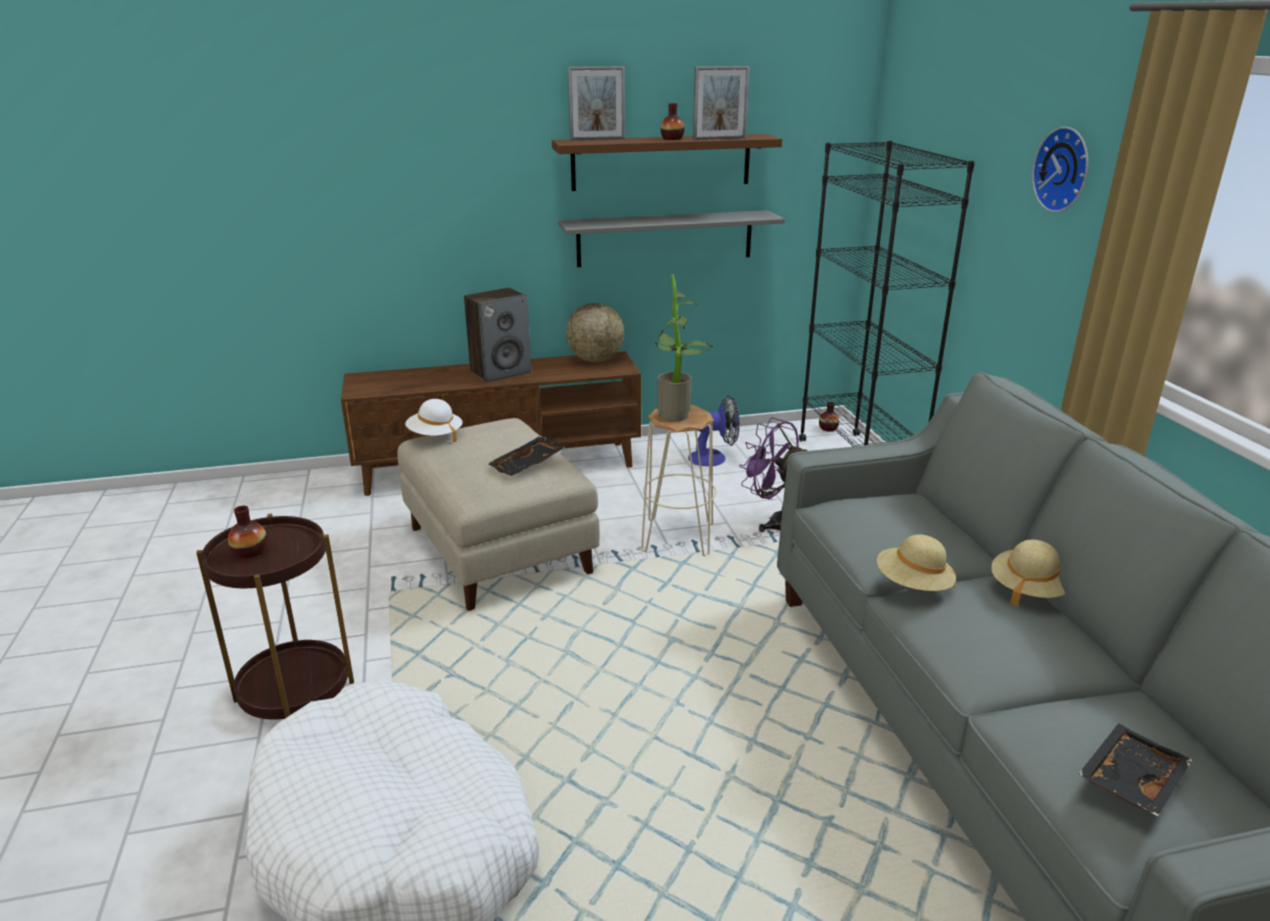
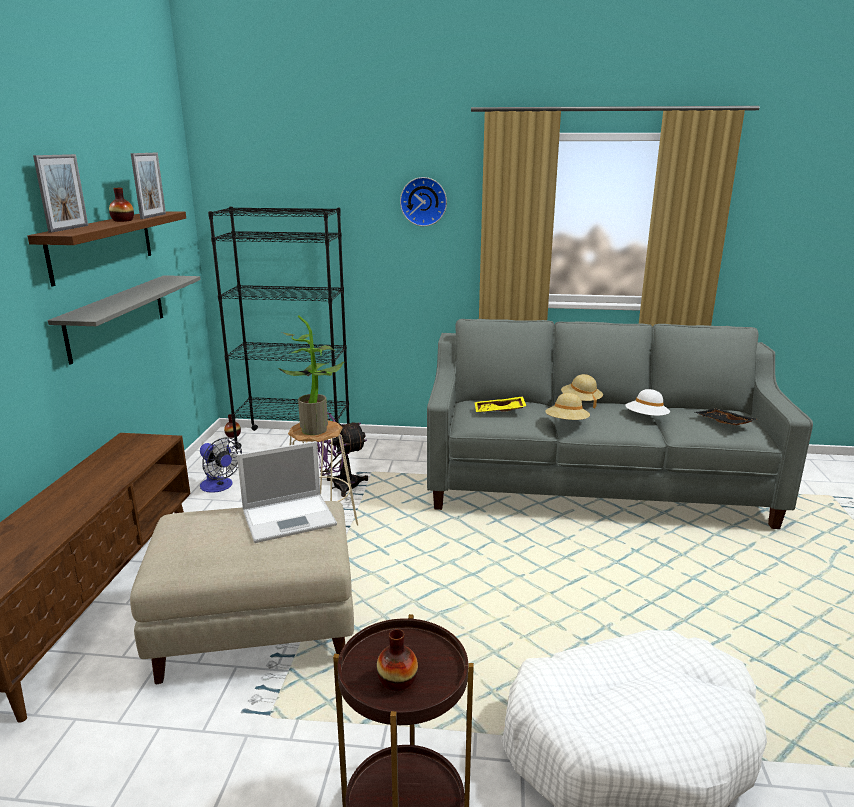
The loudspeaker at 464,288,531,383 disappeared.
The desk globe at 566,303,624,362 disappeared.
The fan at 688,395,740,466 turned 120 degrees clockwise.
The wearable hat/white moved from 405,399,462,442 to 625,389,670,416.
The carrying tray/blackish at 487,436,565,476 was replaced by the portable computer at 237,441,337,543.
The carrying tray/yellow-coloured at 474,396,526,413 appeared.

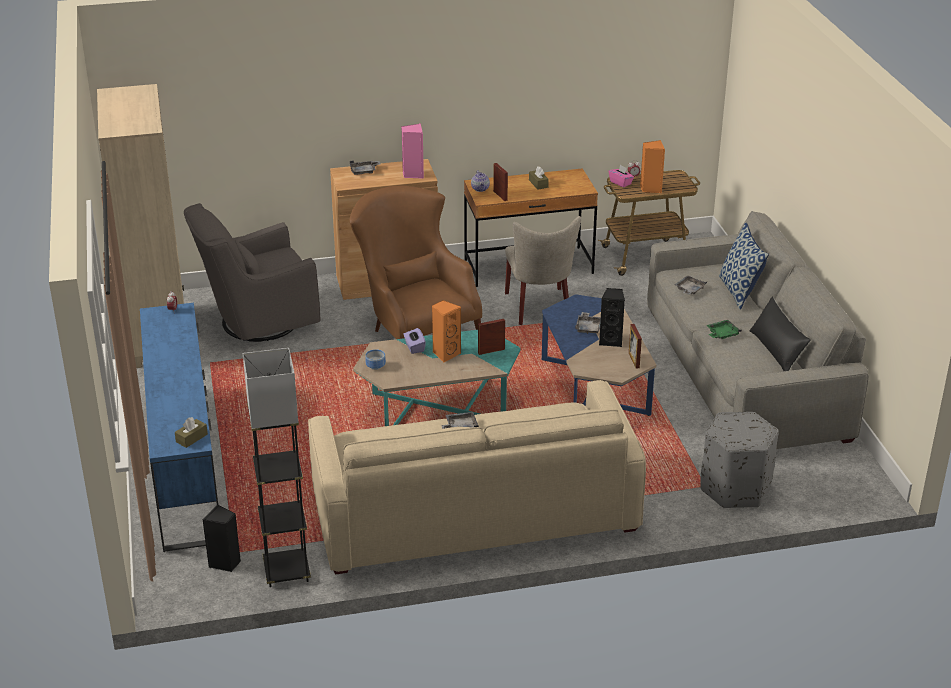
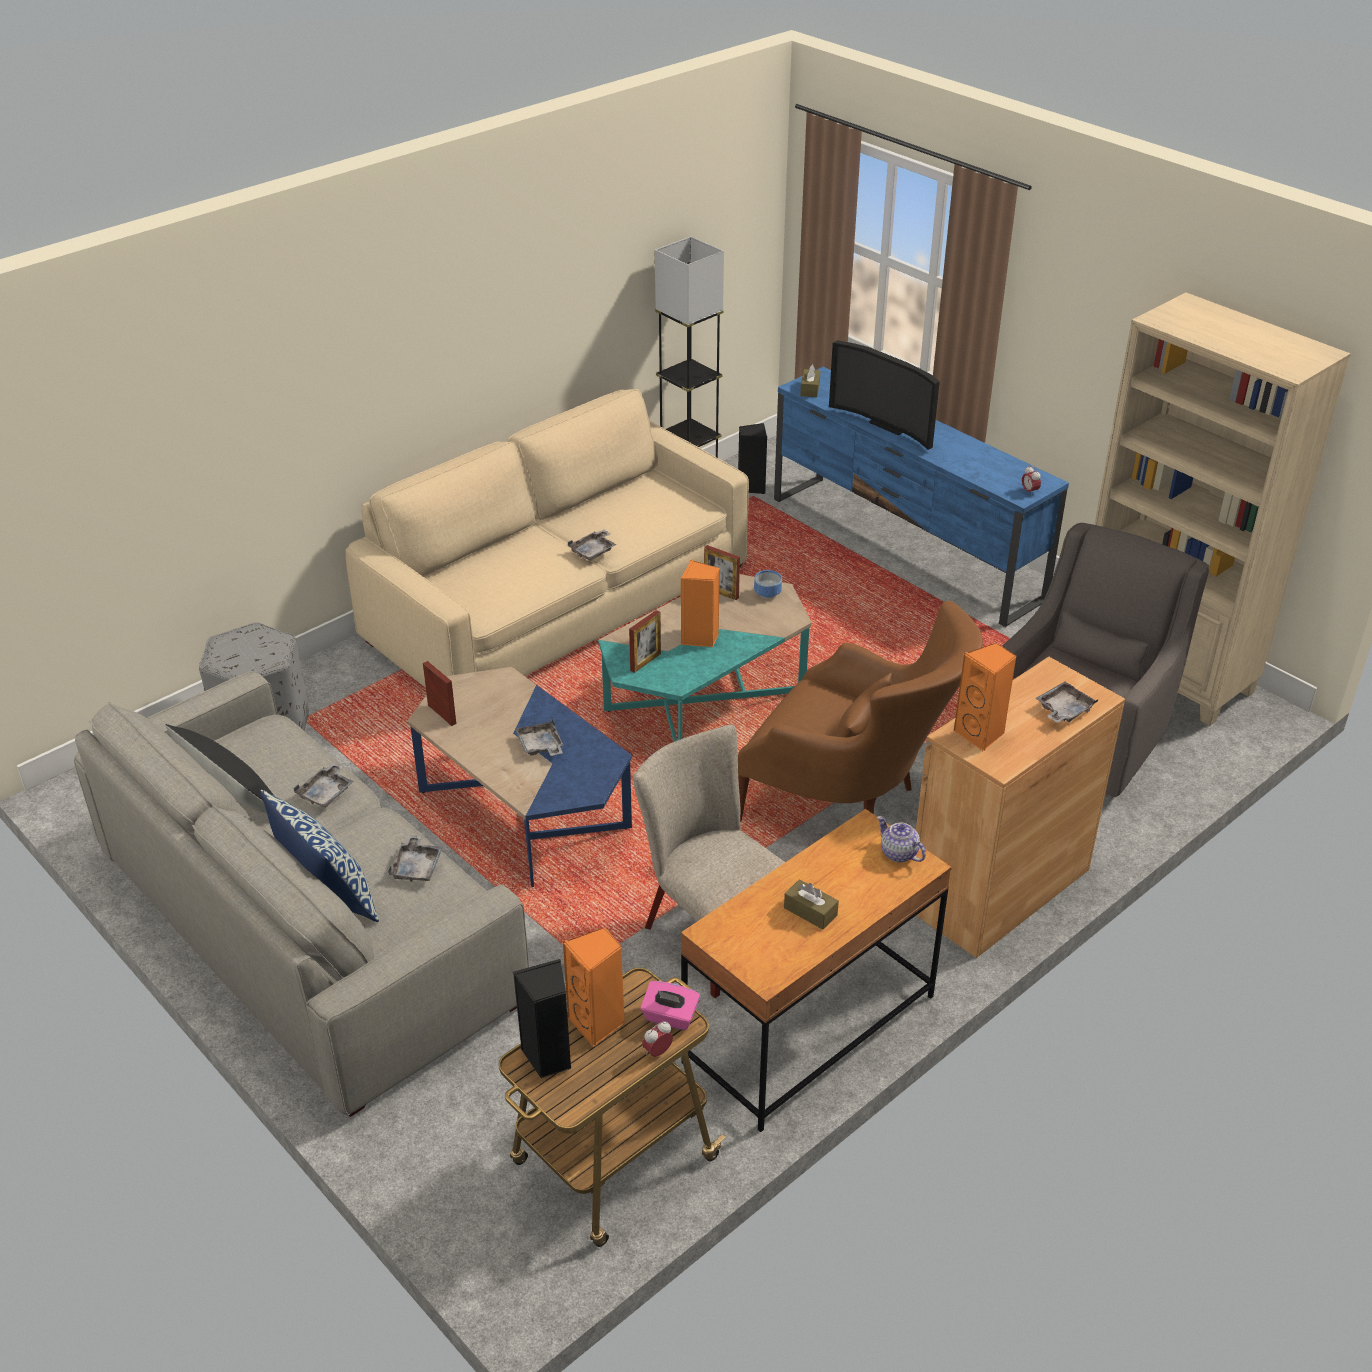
The loudspeaker/pink at 401,124,424,179 became the loudspeaker/orange at 954,643,1017,751.
The photo frame moved from 493,163,508,201 to 704,545,740,600.
The loudspeaker/blackish moved from 599,288,625,347 to 513,959,571,1078.
The carrying tray/green-coloured at 707,320,742,339 became the carrying tray/gray at 293,762,354,808.
The tissue holder/purple at 403,328,426,354 disappeared.
The TV at 829,340,940,450 appeared.

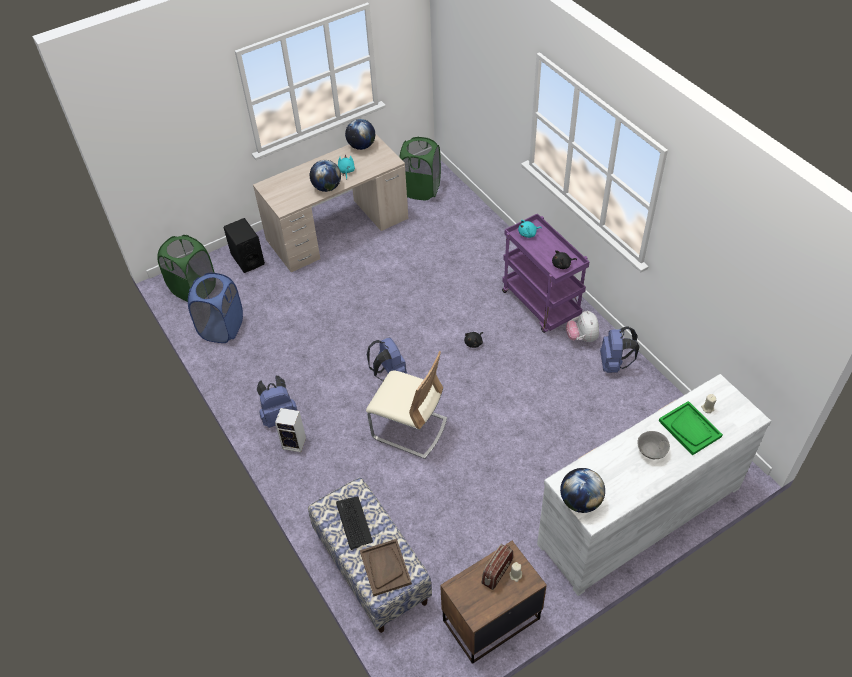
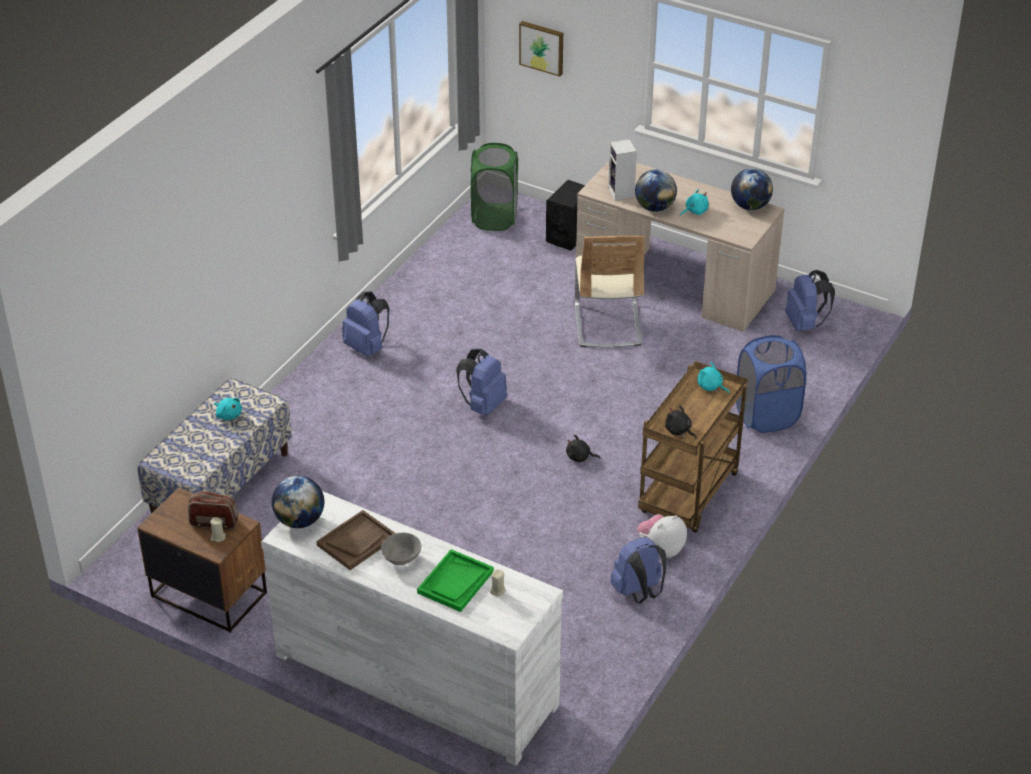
The hamper/green-coloured at 399,137,441,200 was replaced by the knapsack/blue at 785,270,835,331.
The cart/purple at 502,214,589,333 became the cart/brown-coloured at 638,361,748,533.
The hamper/blue moved from 188,273,243,343 to 736,335,806,433.
The chair/sand-coloured moved from 366,351,447,459 to 575,236,645,347.
The loudspeaker moved from 275,408,306,452 to 608,139,637,201.
The PC keyboard at 336,496,373,550 was replaced by the soft toy/turquoise at 214,398,242,420.
The carrying tray/brown-coloured moved from 360,539,412,596 to 316,510,396,570.
The wall picture at 519,21,563,77 appeared.

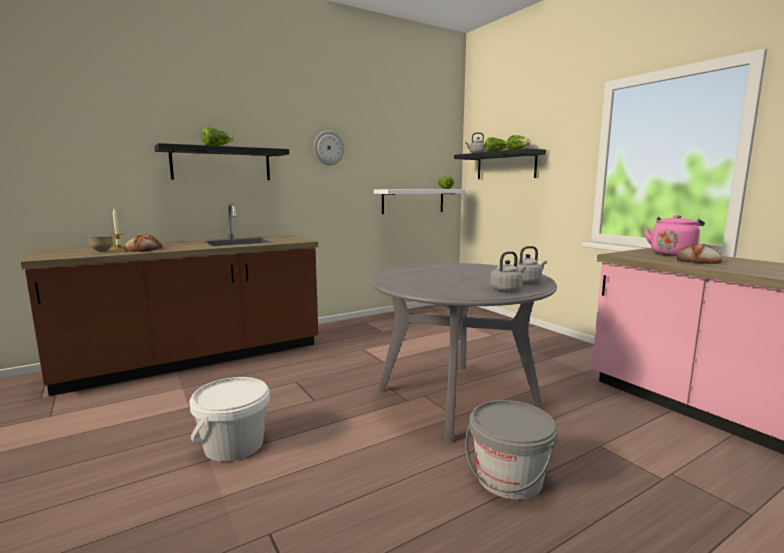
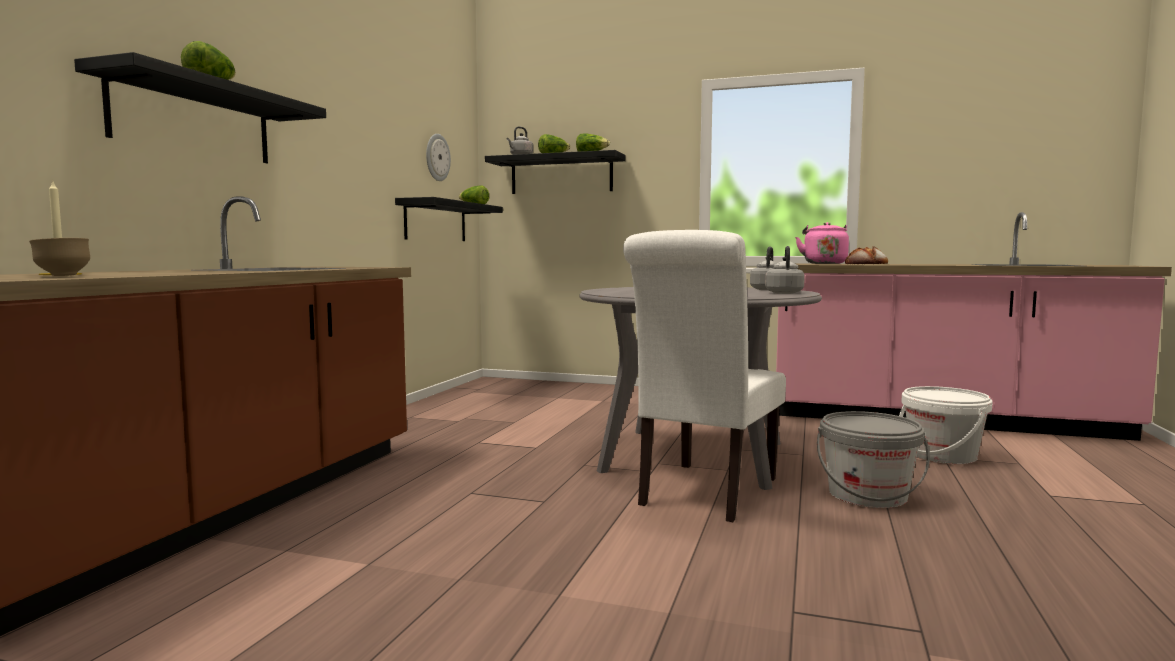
The clock on the wall moved from 314,130,345,165 to 426,134,451,181.
The wall shelf/white at 374,189,465,214 became the wall shelf/blackish at 395,197,503,241.
The bakery bread at 124,234,163,252 disappeared.
The bucket/white moved from 189,377,270,462 to 899,386,993,464.
The chair/white at 623,230,786,522 appeared.

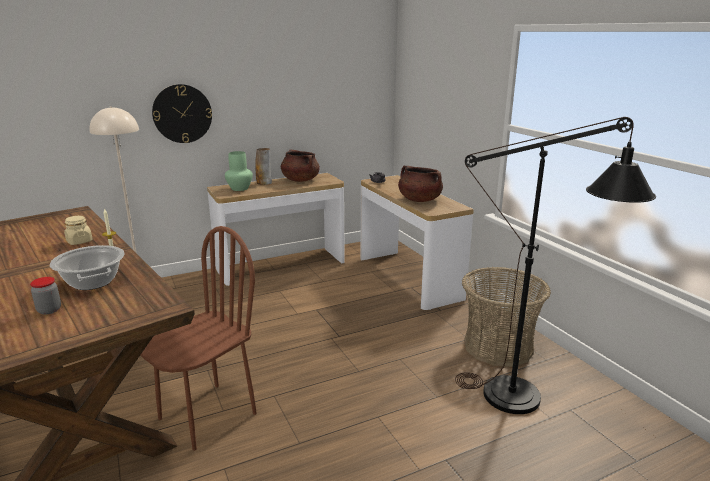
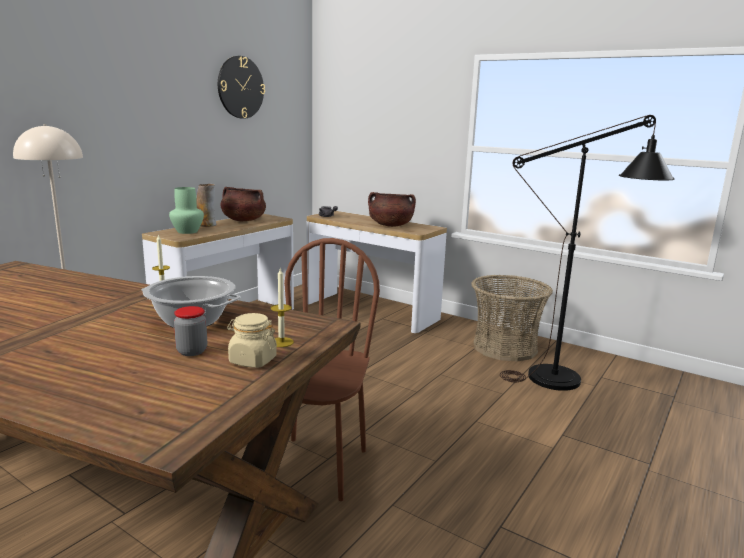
The clock on the wall moved from 152,84,212,143 to 218,56,265,119.
The storage jar/sand-coloured moved from 64,216,93,245 to 227,313,277,368.
The wax candle at 270,267,294,347 appeared.

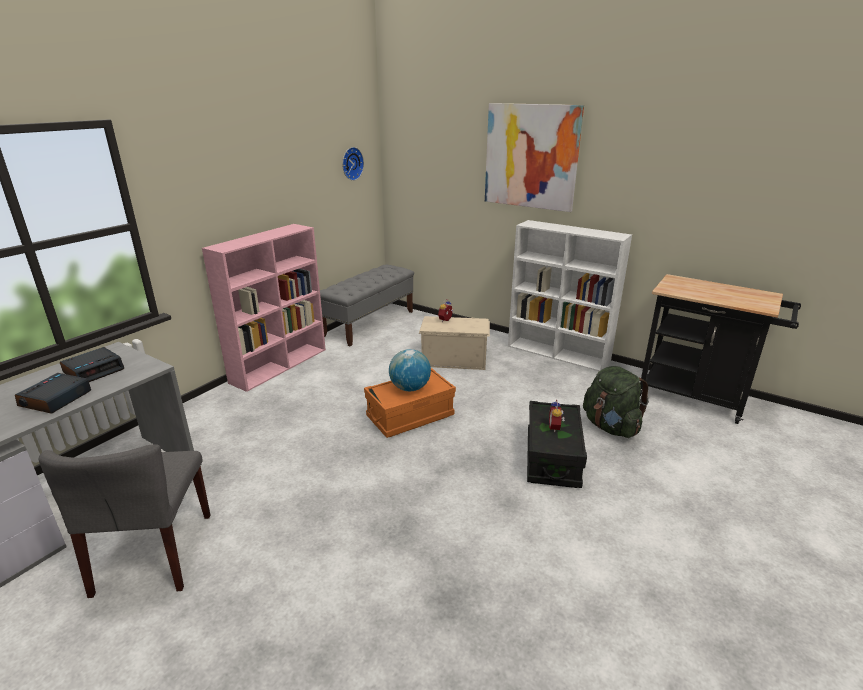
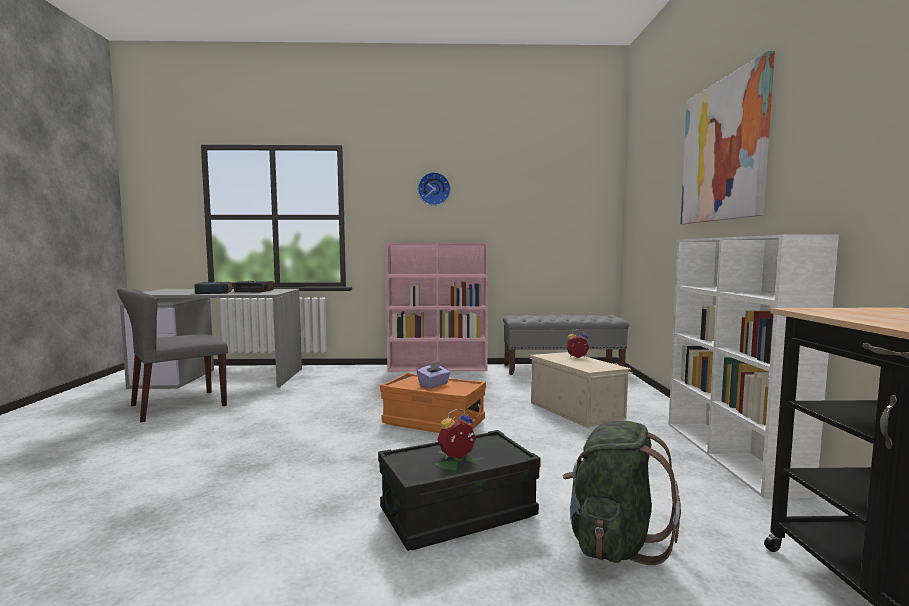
The clock on the wall moved from 342,147,364,181 to 418,172,451,206.
The desk globe at 389,349,431,391 was replaced by the tissue holder/purple at 417,362,451,388.

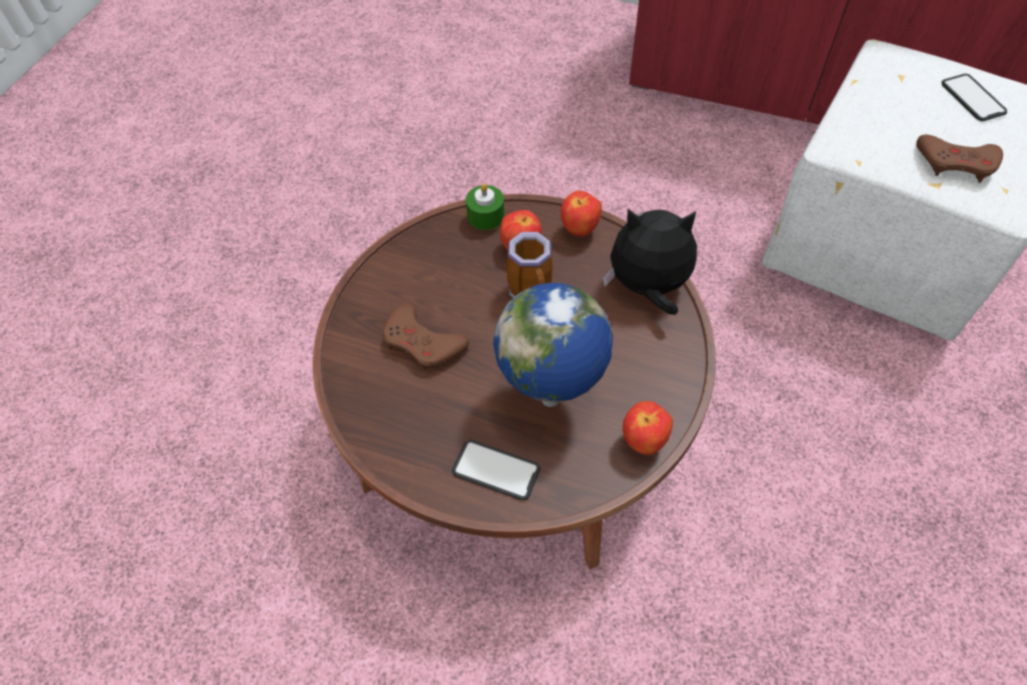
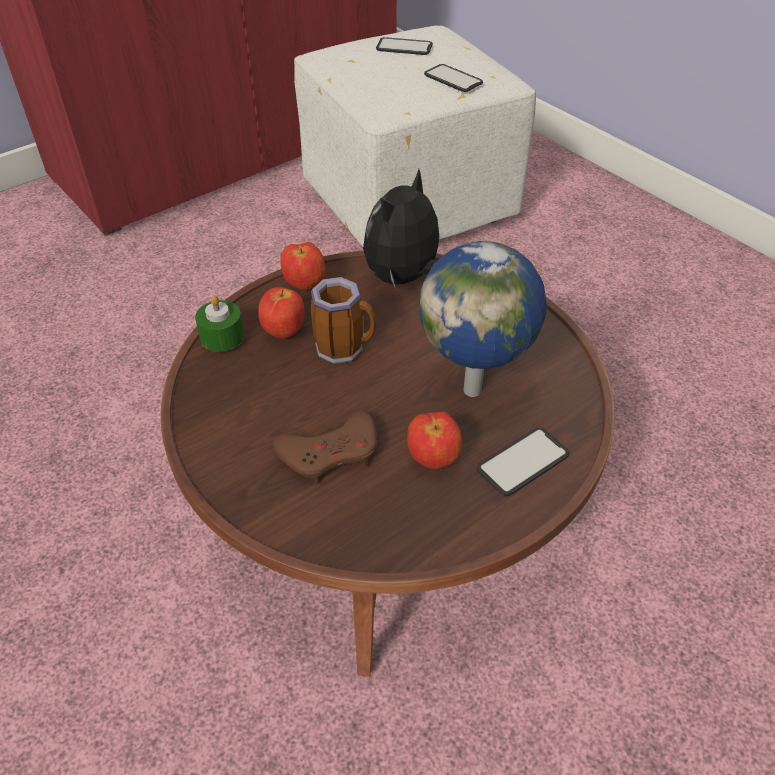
The gamepad/brown-coloured at 916,134,1003,182 was replaced by the telephone at 424,64,483,92.
The whole apple moved from 623,401,673,455 to 407,412,462,469.

